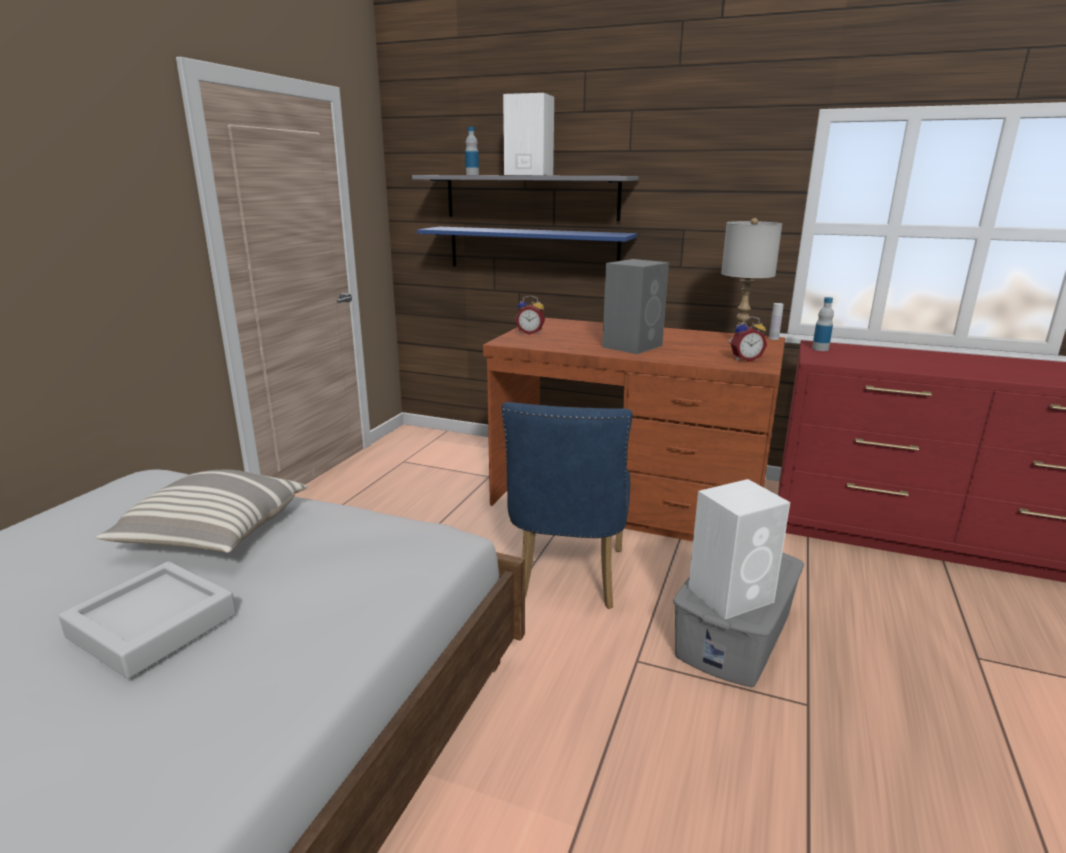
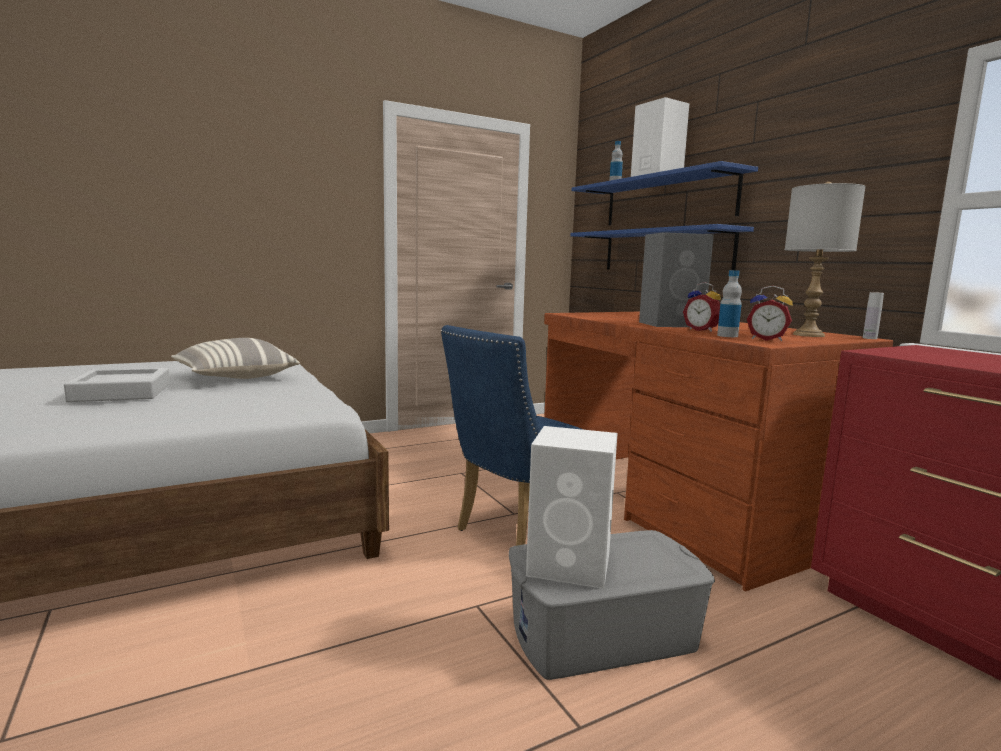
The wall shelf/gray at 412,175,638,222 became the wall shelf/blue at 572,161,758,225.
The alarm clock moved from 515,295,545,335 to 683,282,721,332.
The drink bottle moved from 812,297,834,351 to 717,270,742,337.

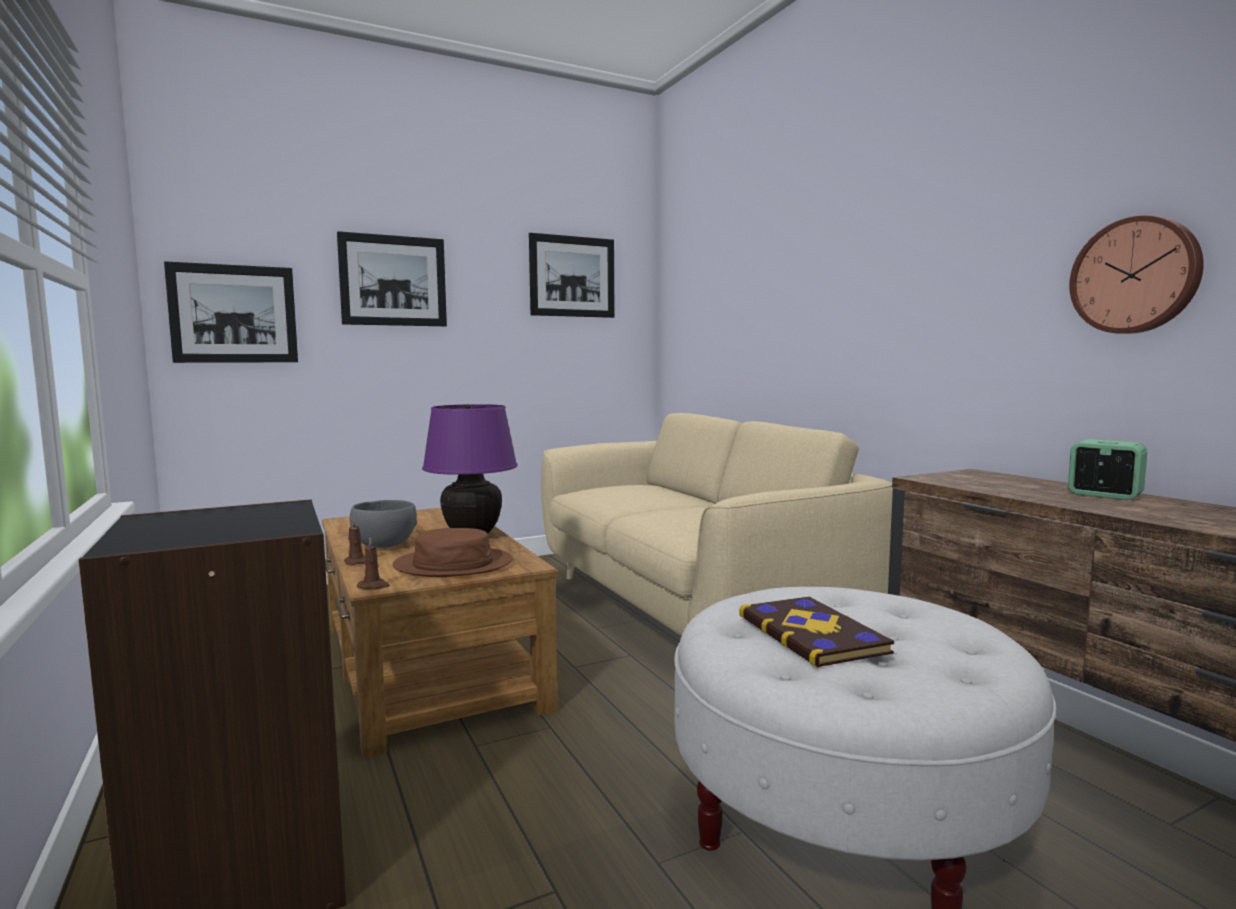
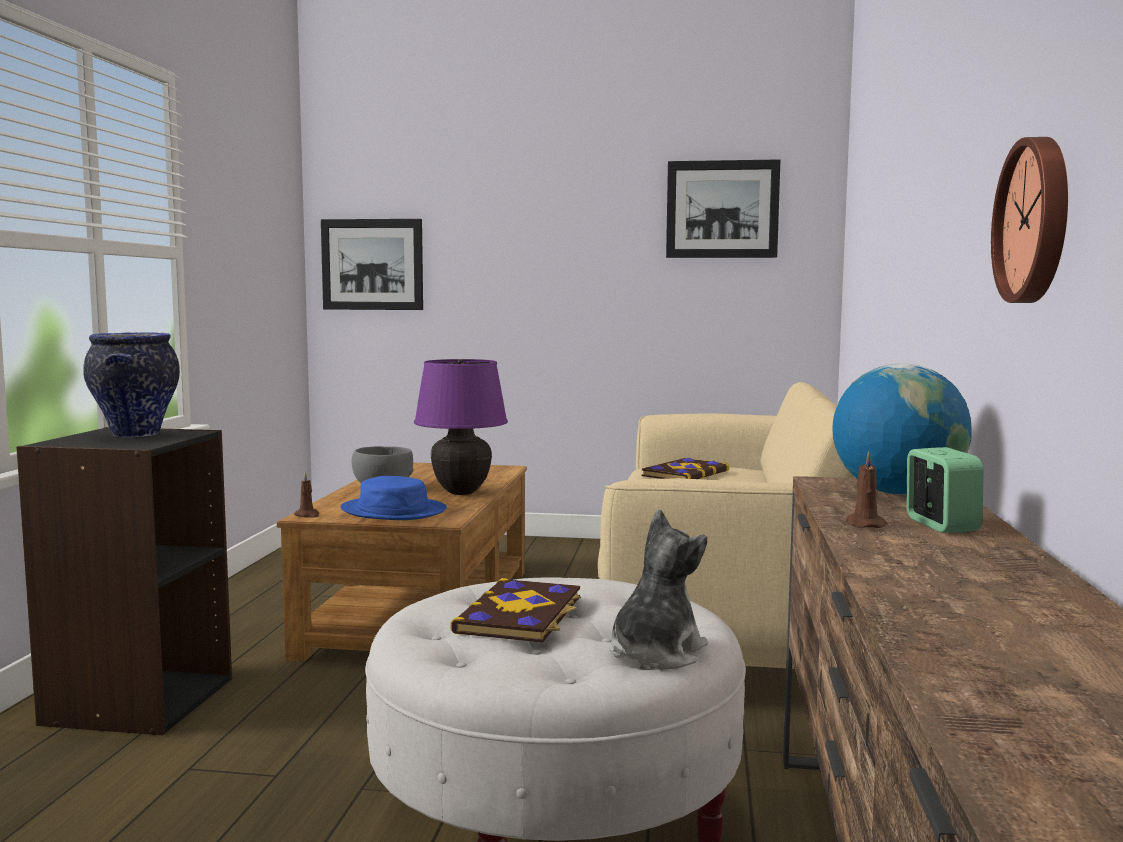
The wall picture at 337,231,447,326 disappeared.
The wax candle/brown-coloured moved from 344,519,365,565 to 846,451,888,528.
The wearable hat/brown-coloured at 392,528,513,577 became the wearable hat/blue at 340,476,447,520.
The decorative vase at 83,332,180,437 appeared.
The desk globe at 832,364,972,495 appeared.
The book at 642,457,729,479 appeared.
The soft toy at 610,509,708,669 appeared.

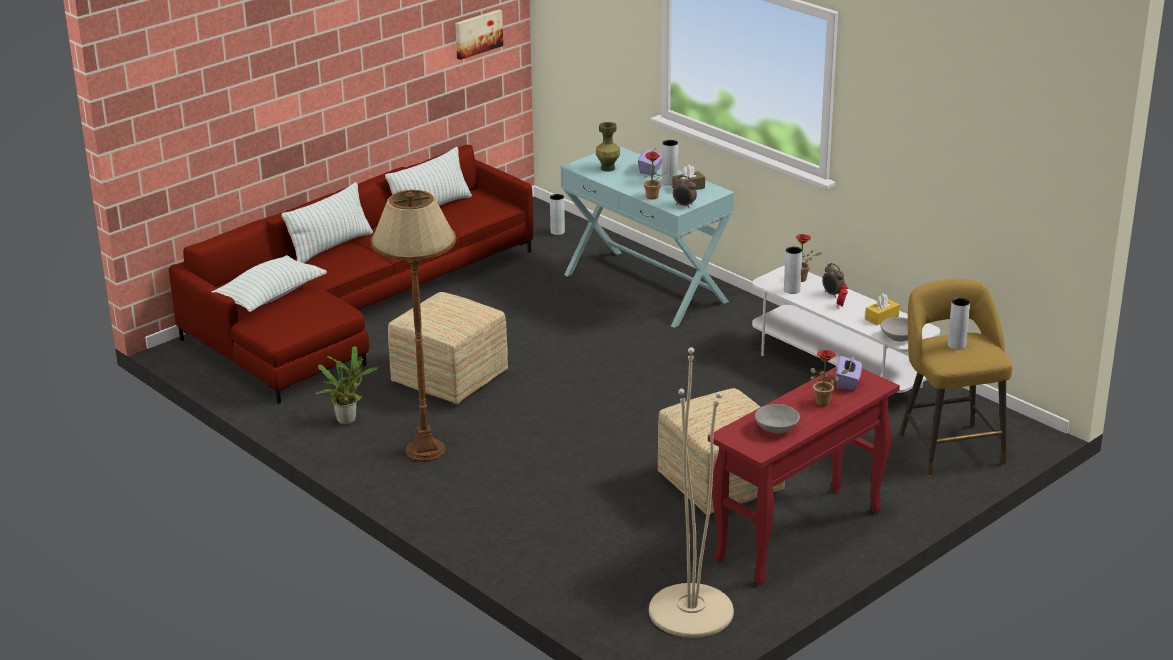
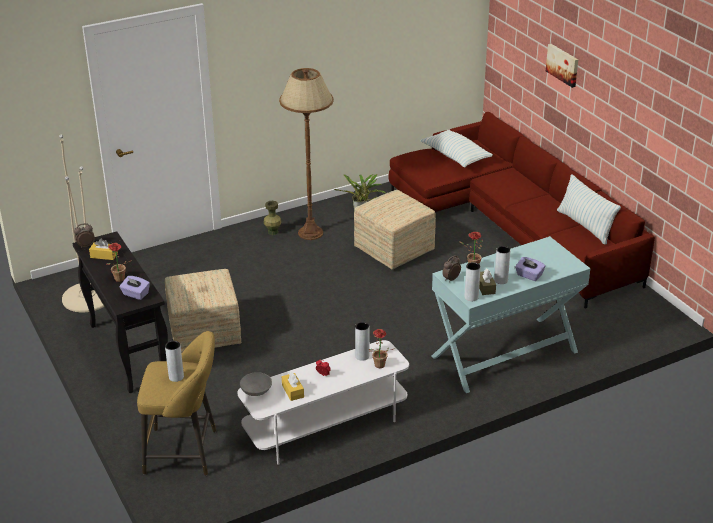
The wall picture moved from 455,10,503,60 to 546,44,578,88.
The decorative vase/green-coloured moved from 596,122,620,172 to 264,201,282,235.
The cushion at 282,182,373,263 disappeared.
The decorative vase/gray moved from 550,194,565,235 to 465,262,481,301.
The alarm clock moved from 822,263,845,298 to 74,223,95,248.
The hall table/red-coloured at 708,366,900,585 became the hall table/blackish at 72,231,168,393.
The serving bowl/gray at 755,404,800,433 was replaced by the tissue holder/yellow-coloured at 89,239,118,260.

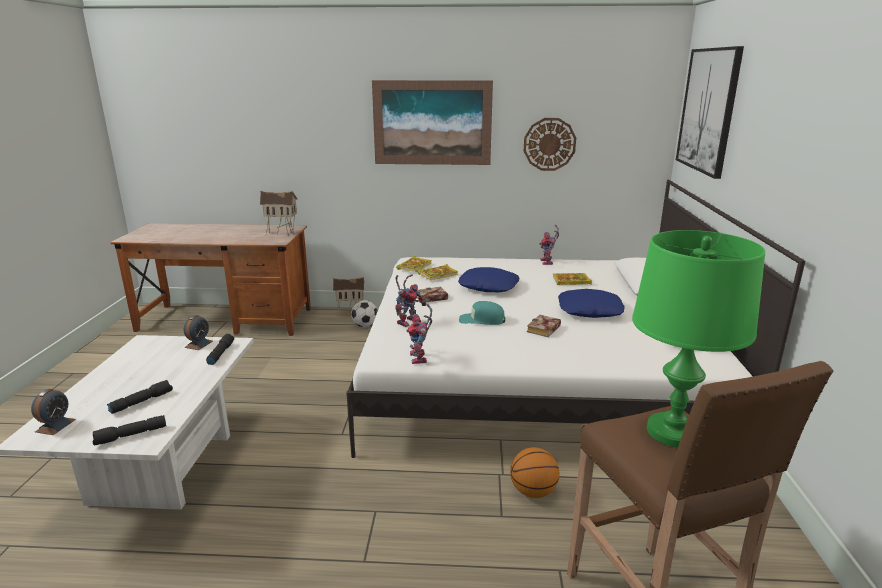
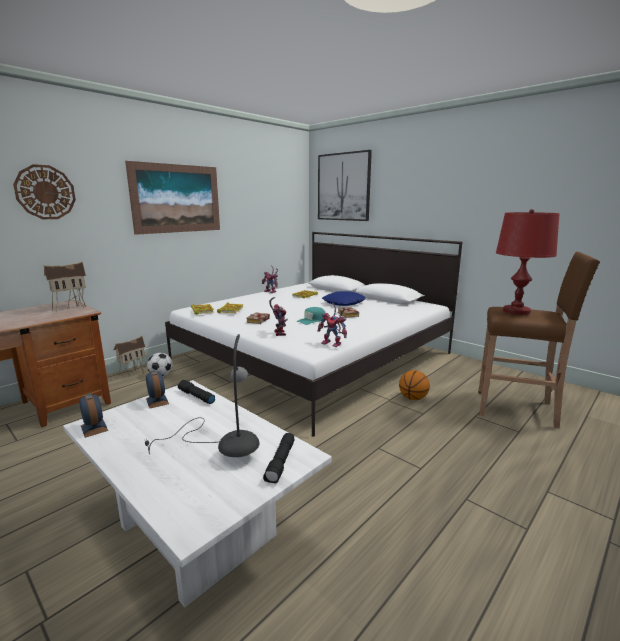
The clock on the wall moved from 524,118,576,171 to 13,164,76,219.
The lamp for a table/green-coloured at 632,230,765,448 became the lamp for a table/red-coloured at 496,209,559,315.
The cushion/blue at 458,267,519,292 disappeared.
The flashlight/blackish at 107,380,173,414 was replaced by the lamp for a table/gray at 145,334,260,457.
The alarm clock moved from 31,389,76,435 to 79,393,108,438.

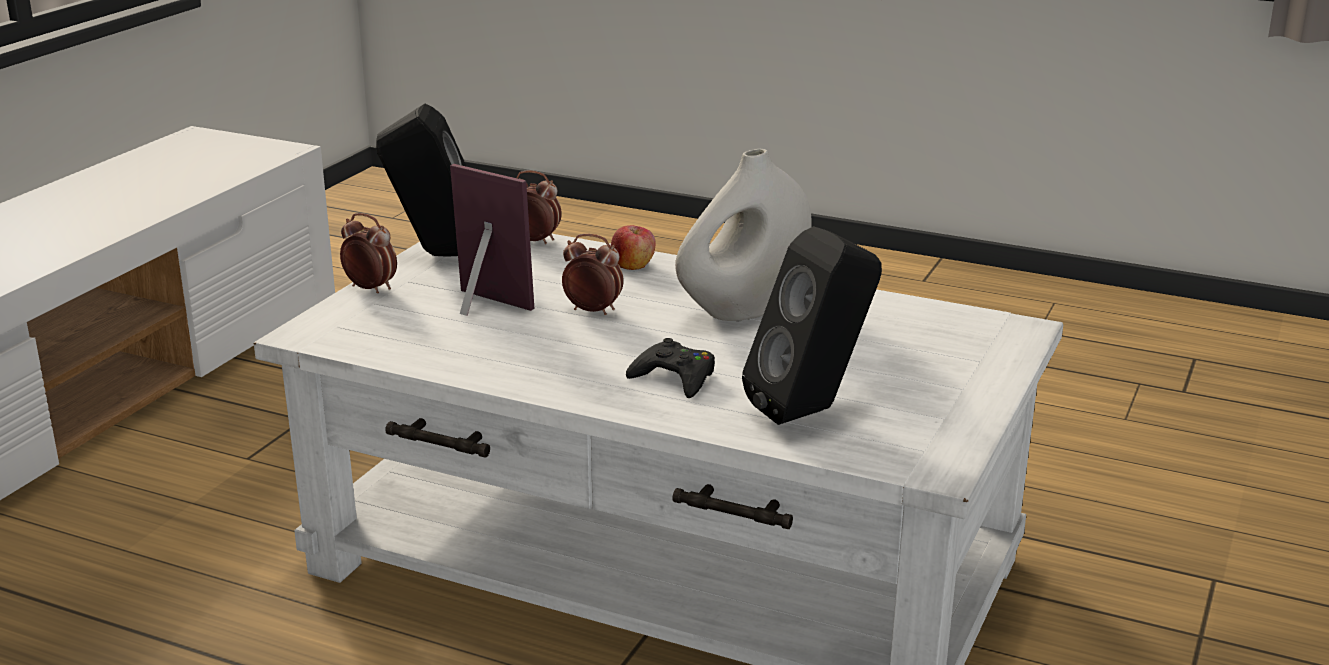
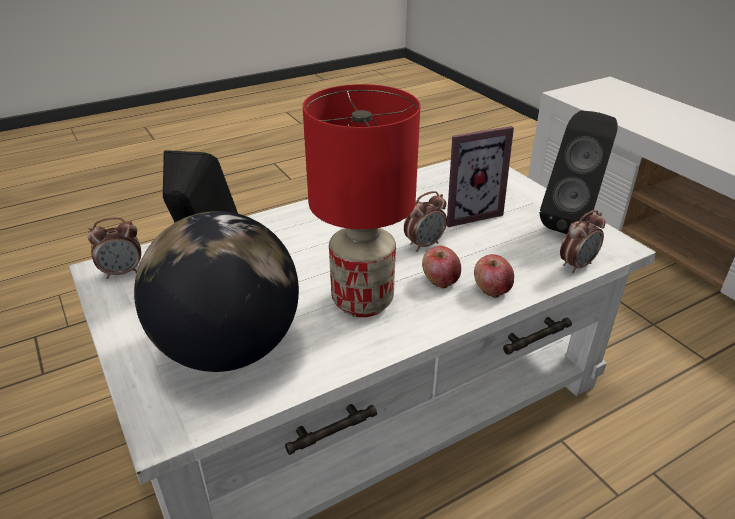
The decorative vase/white at 675,149,812,321 was replaced by the lamp for a table/red-coloured at 303,84,420,317.
The alarm clock moved from 340,213,397,293 to 87,217,141,279.
The gamepad/blackish at 626,338,715,398 disappeared.
The desk globe at 134,211,299,372 appeared.
The whole apple at 422,246,461,288 appeared.

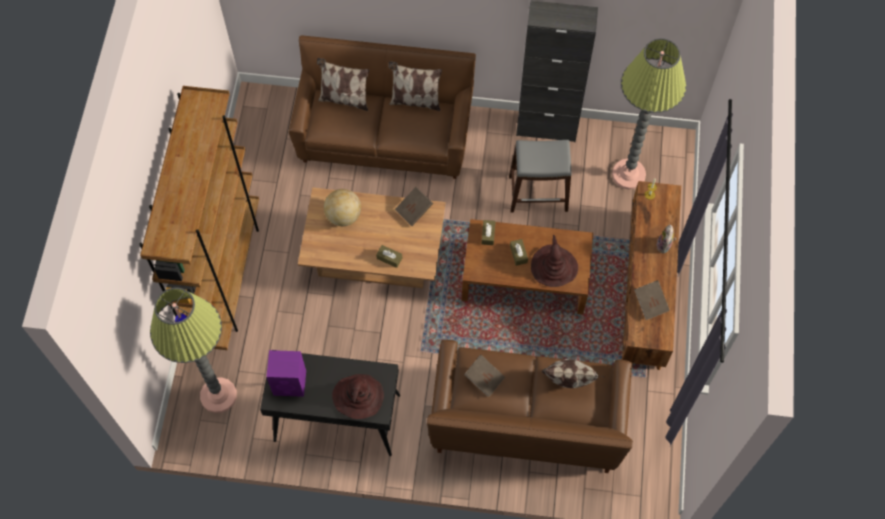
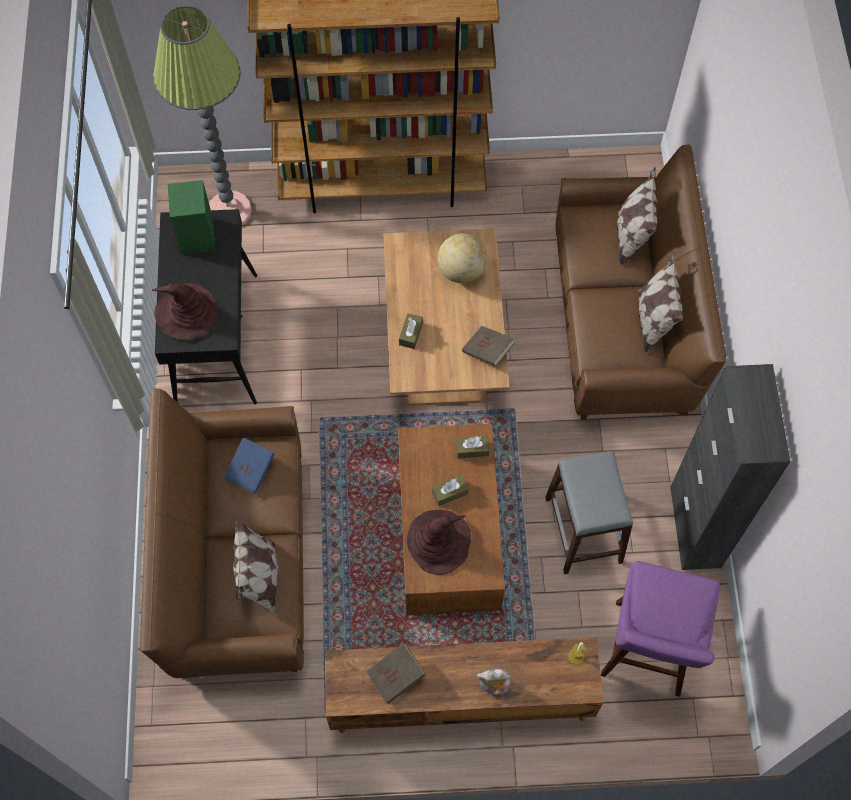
The standard lamp at 612,38,686,190 was replaced by the stool/purple at 601,561,720,697.
The loudspeaker/purple at 266,350,306,397 became the loudspeaker/green-coloured at 168,180,216,254.
The book/brown-coloured at 464,355,505,397 became the book/blue at 224,438,275,494.

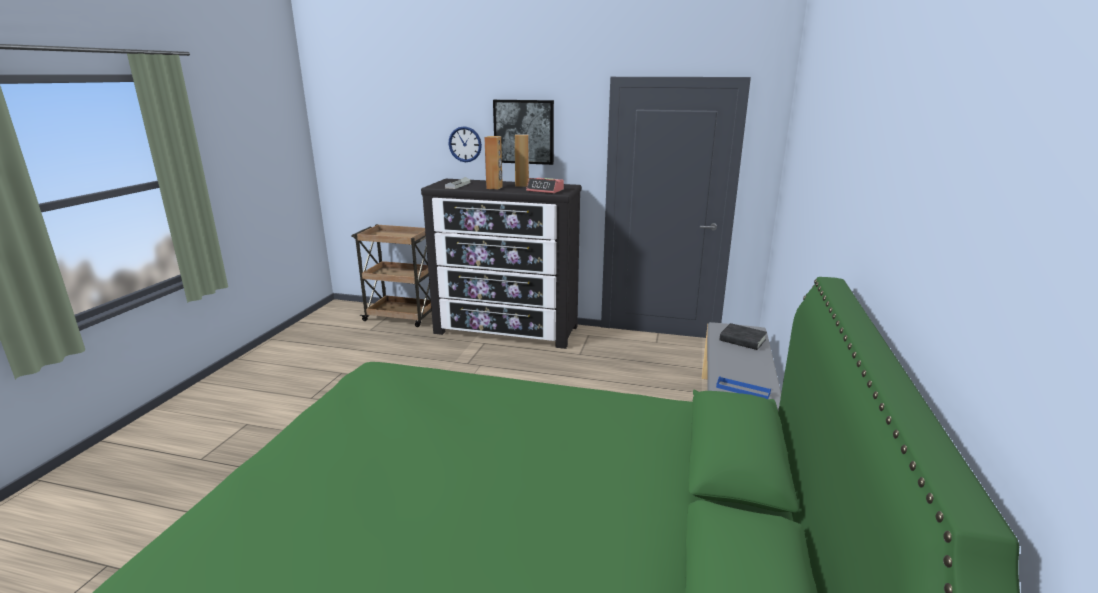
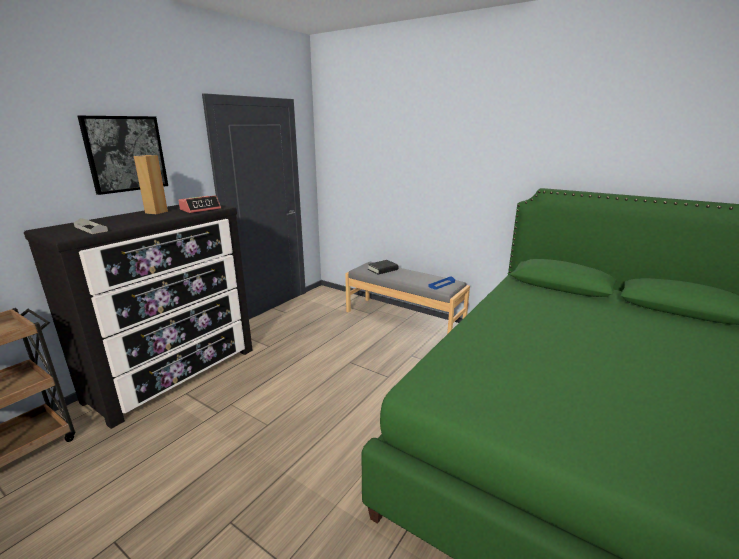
The clock on the wall at 449,126,482,162 disappeared.
The loudspeaker/brown-coloured at 484,136,503,190 disappeared.

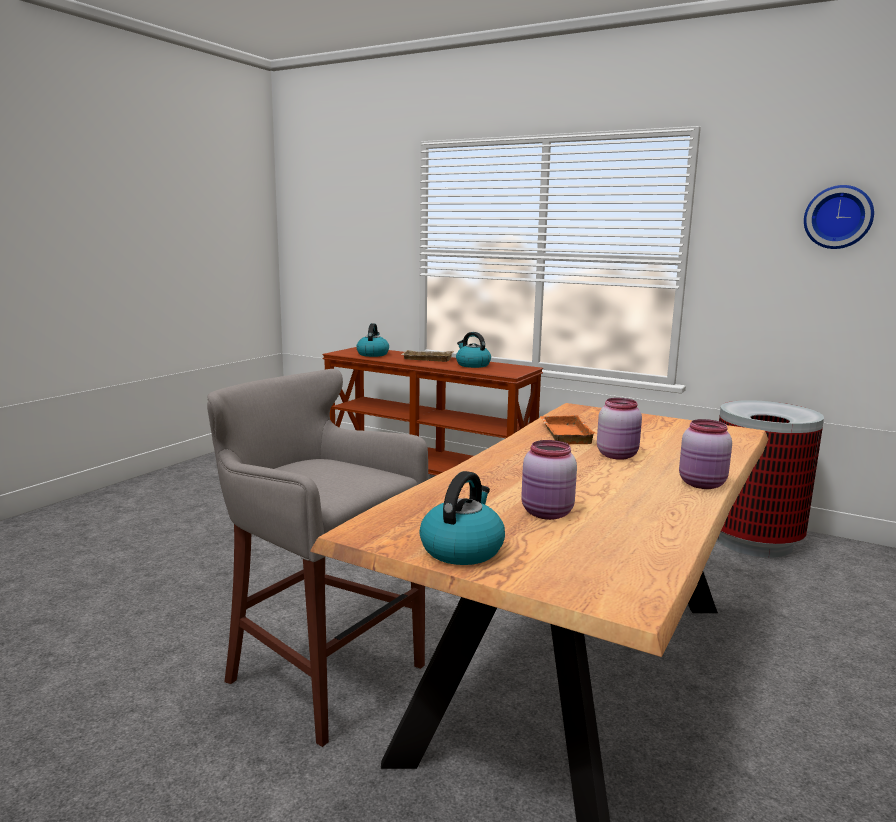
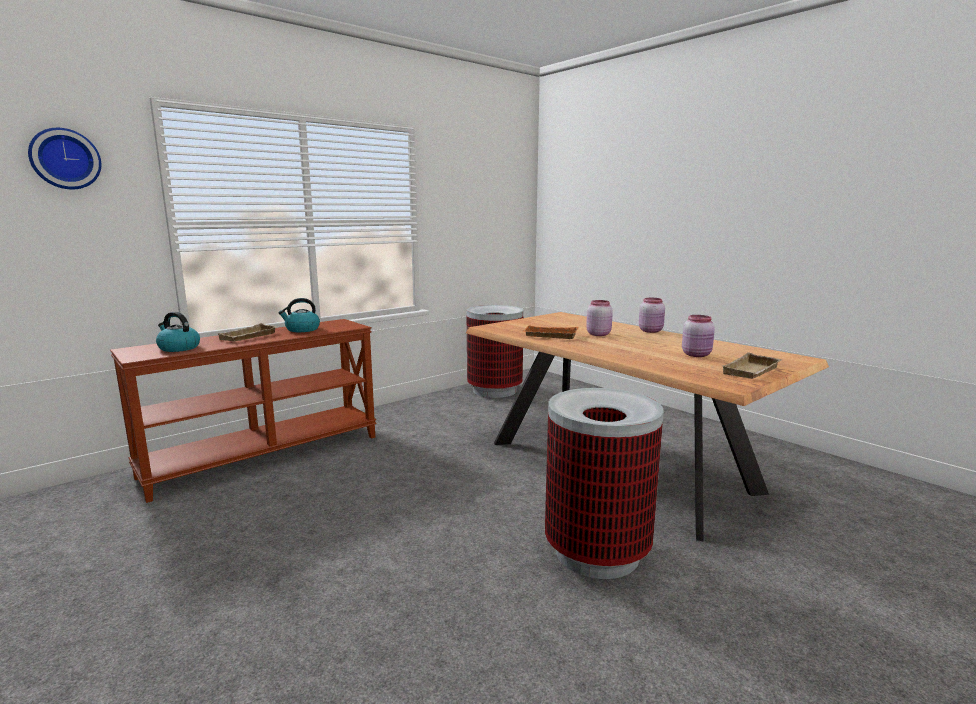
The clock on the wall moved from 804,185,874,249 to 28,128,101,189.
The stool/gray at 207,369,428,747 was replaced by the trash can at 545,388,664,579.
The kettle at 419,471,505,565 was replaced by the carrying tray/sand-coloured at 723,352,782,379.

